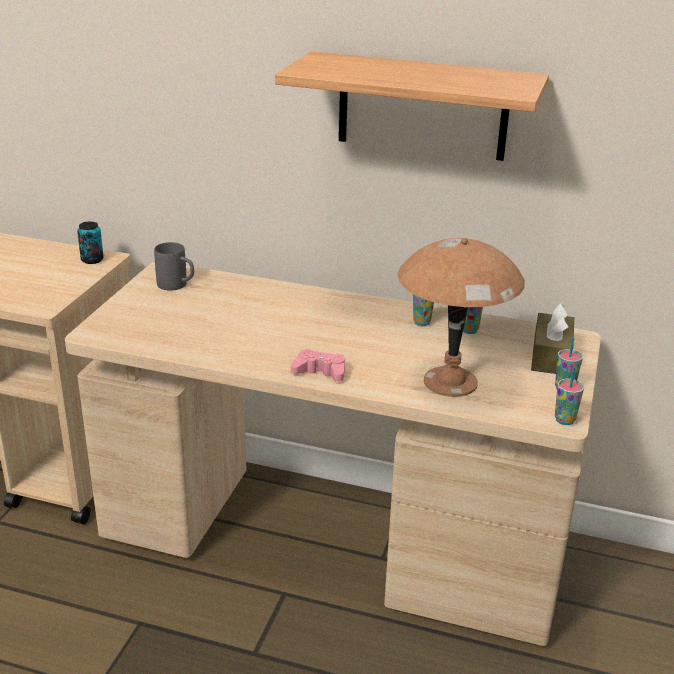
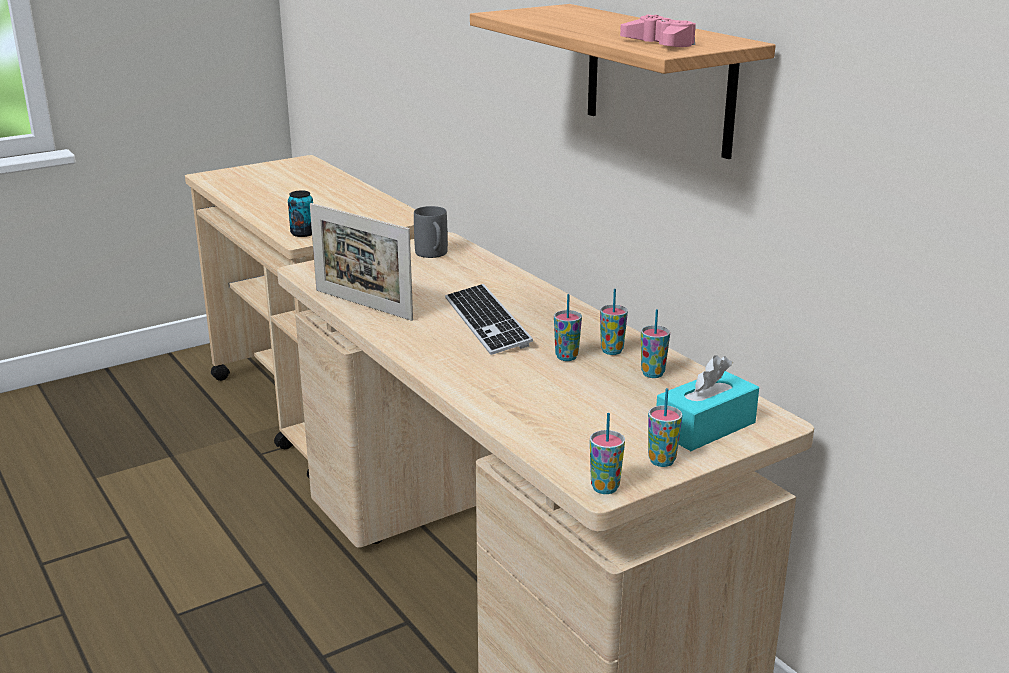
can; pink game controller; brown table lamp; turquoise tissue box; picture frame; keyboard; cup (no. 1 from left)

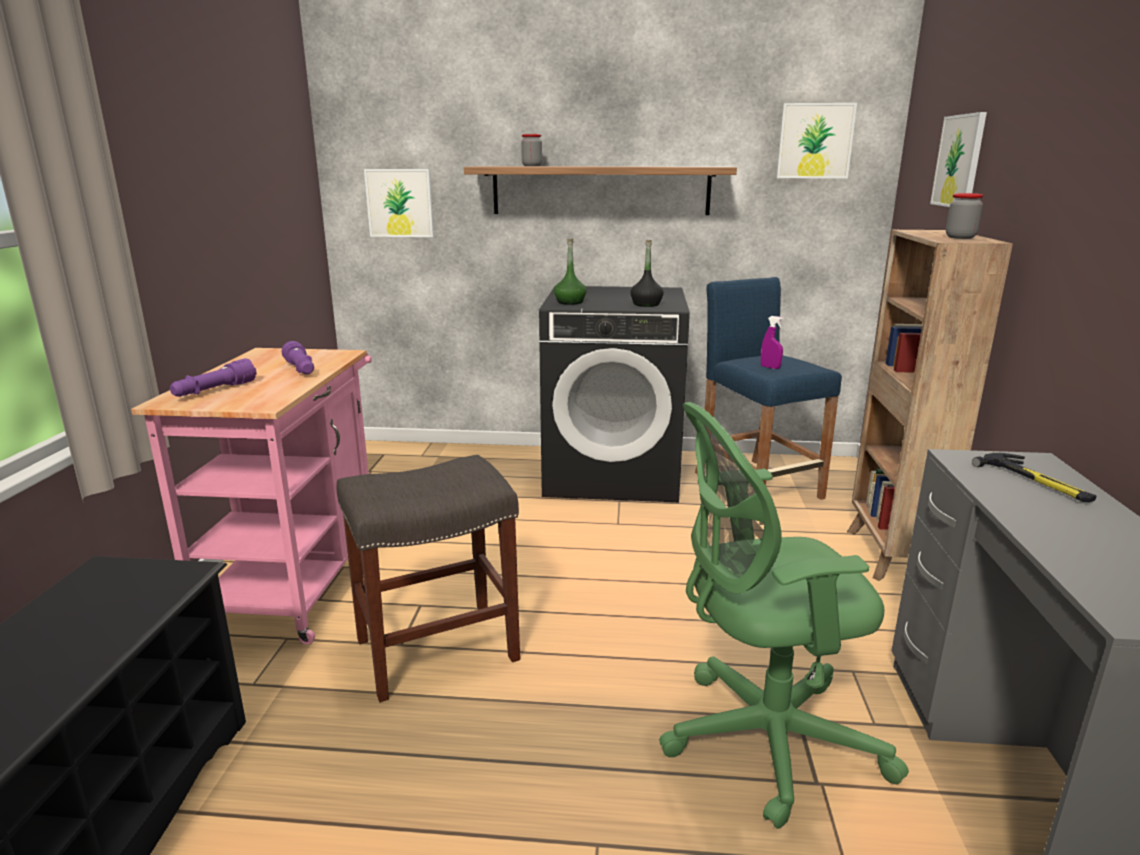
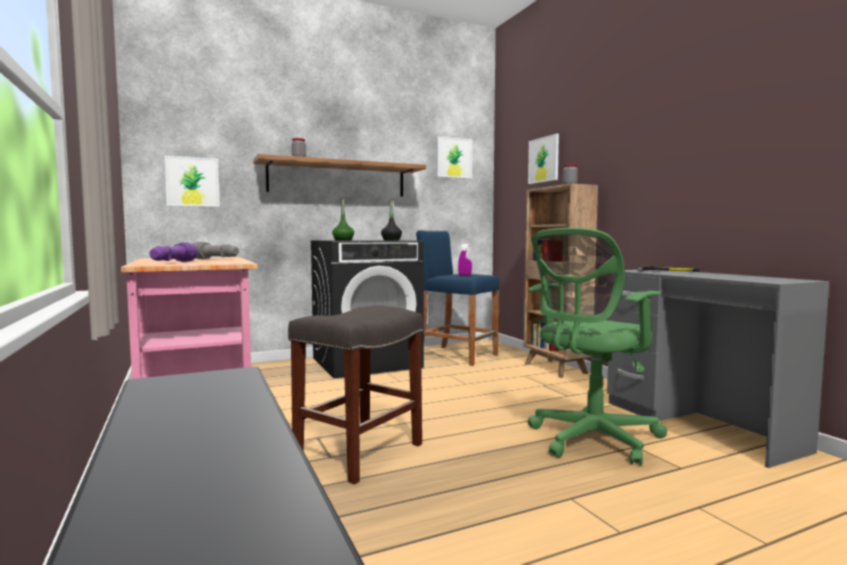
grey flashlight

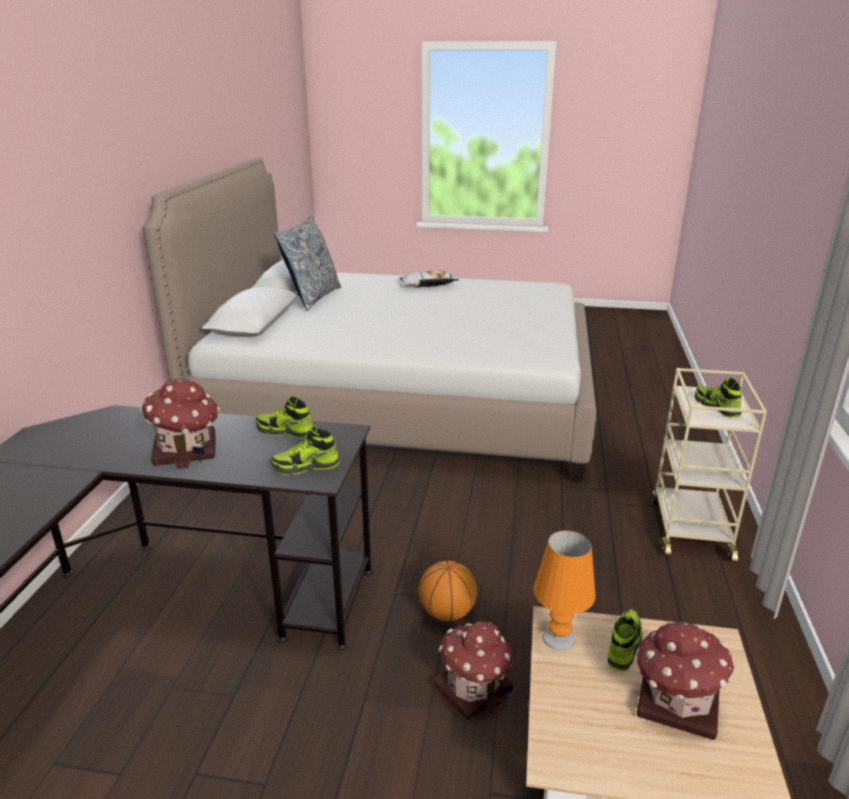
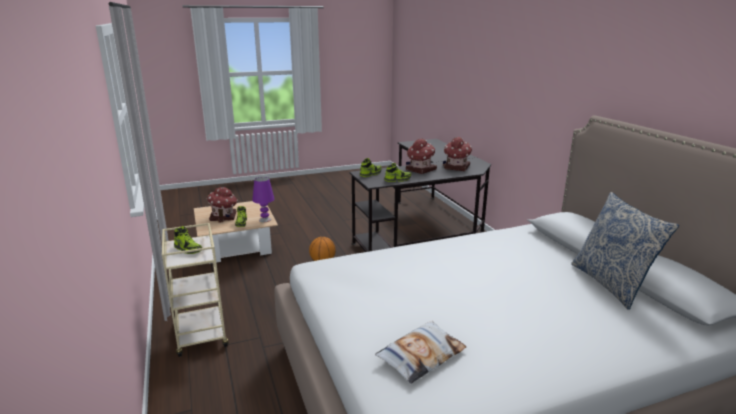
pillow (no. 1 from left); toy house (no. 3 from left); purple table lamp

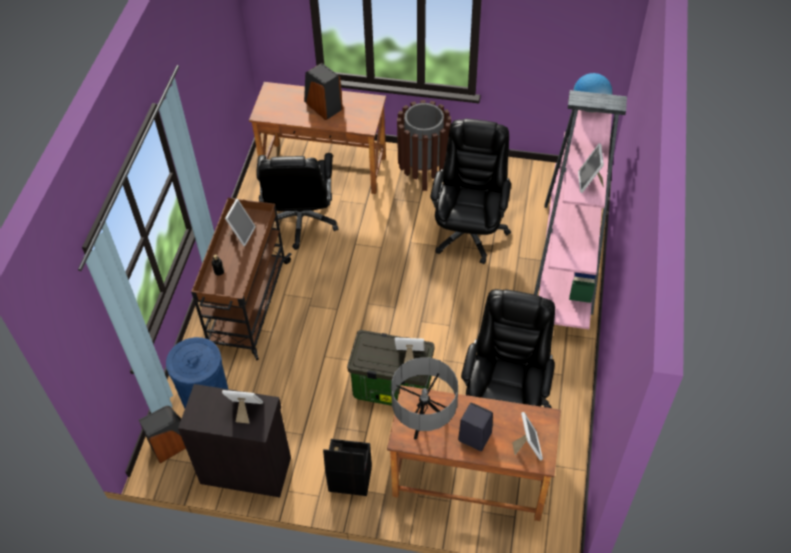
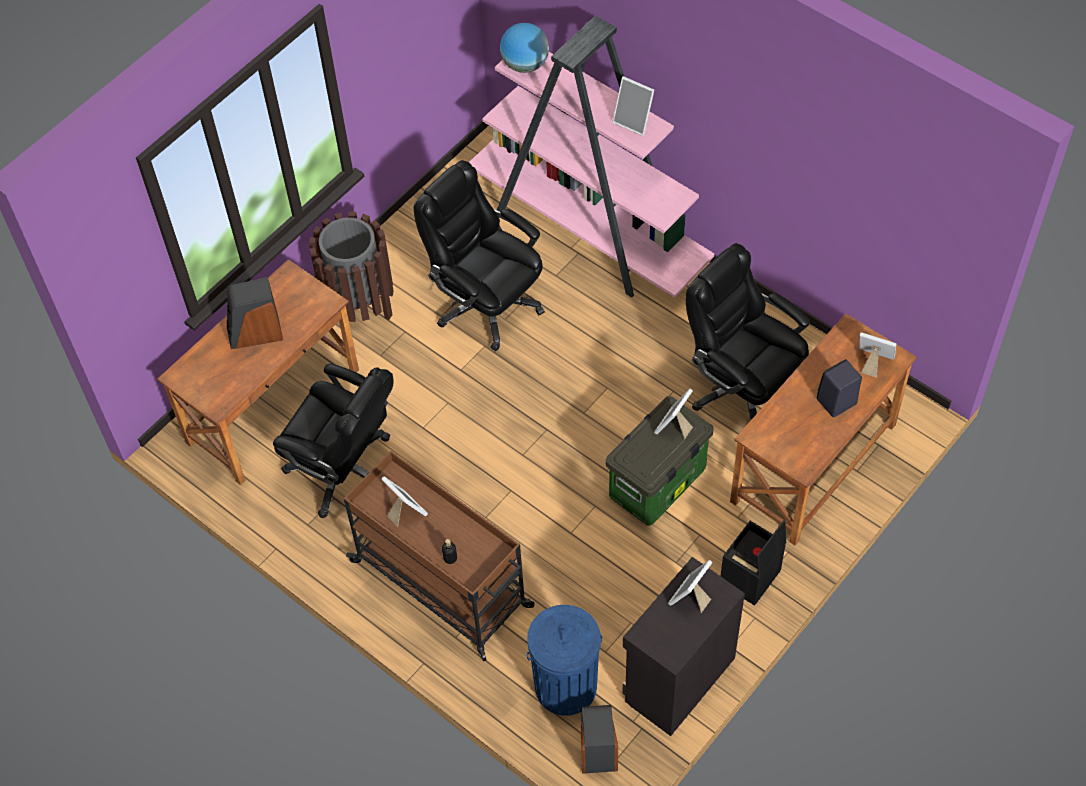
grey table lamp

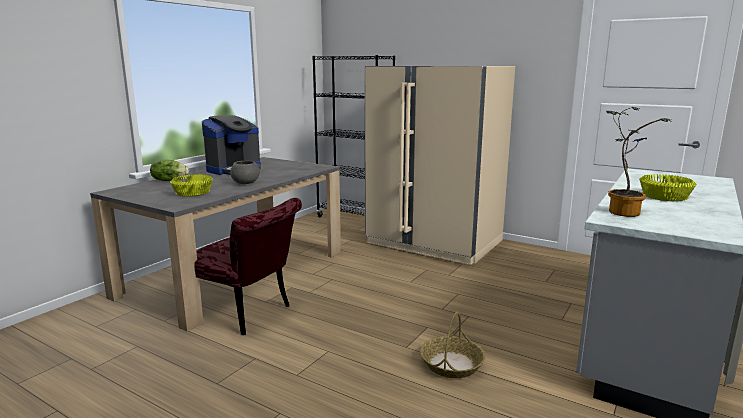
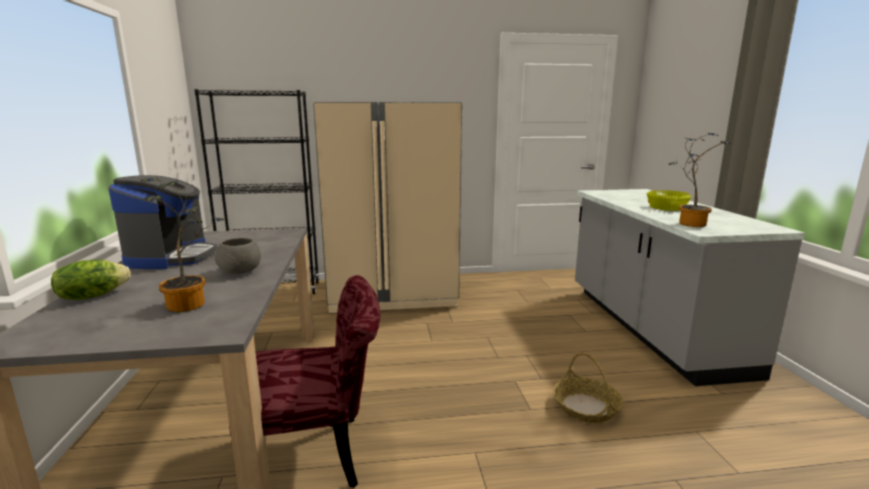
potted plant (no. 1 from left)

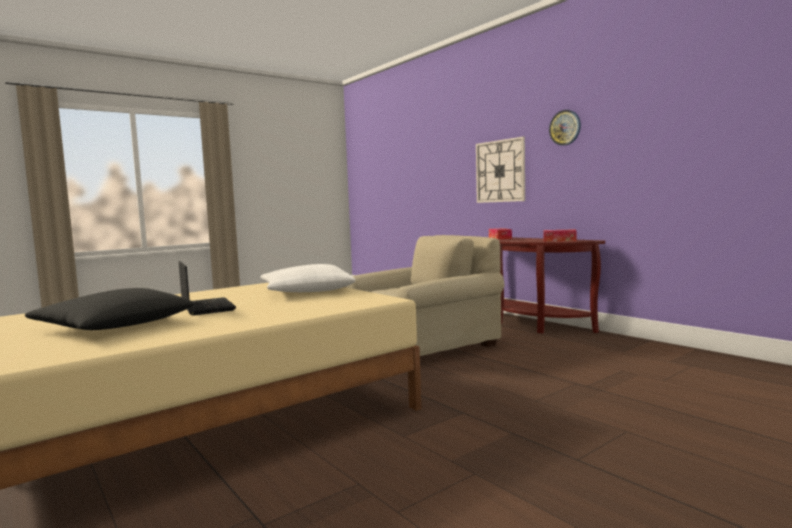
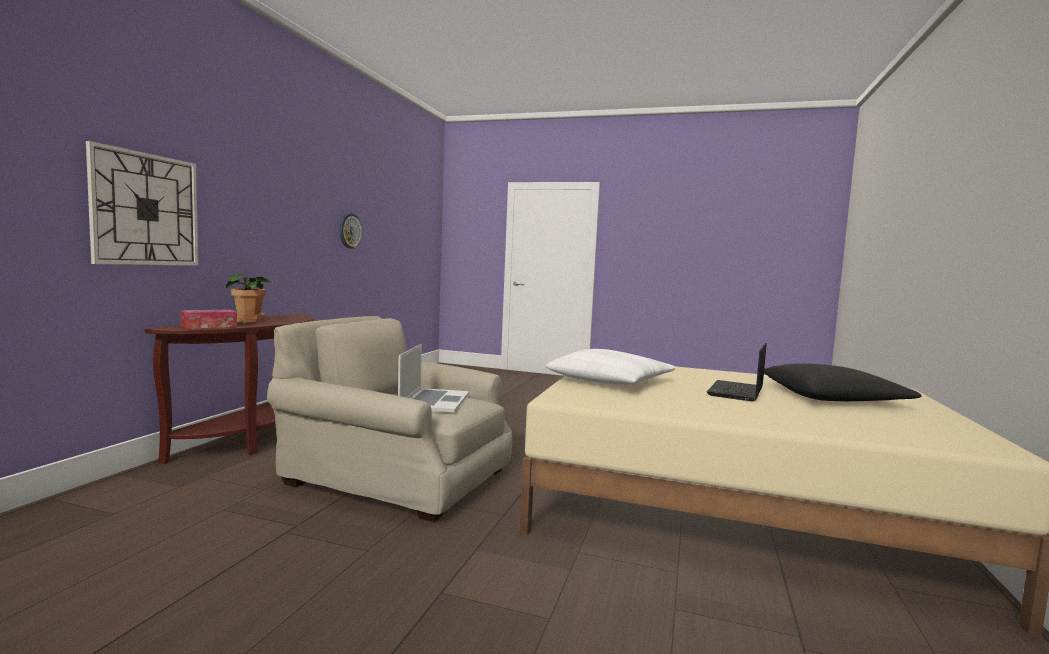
tissue box (no. 2 from left in the first image); wall clock (no. 2 from left); potted plant; laptop (no. 1 from left)

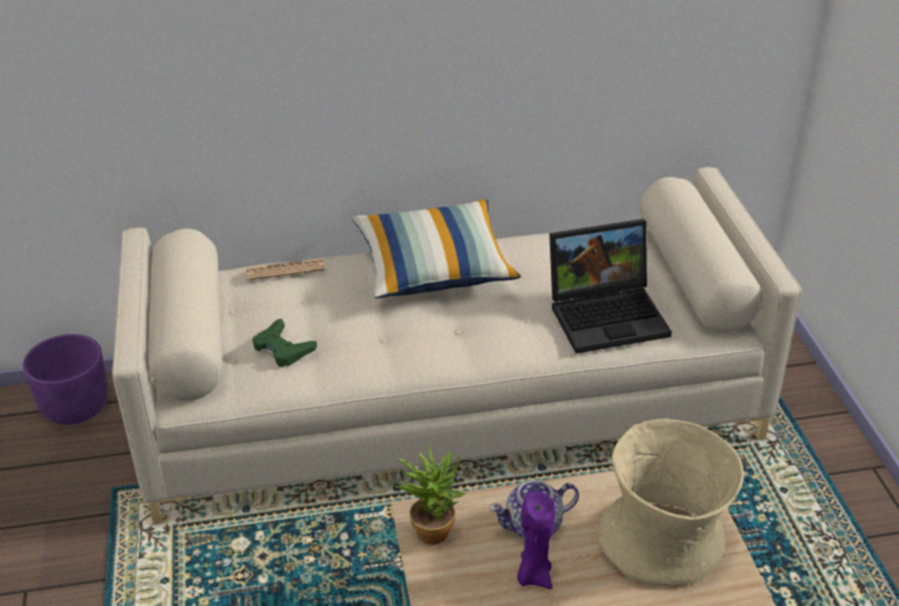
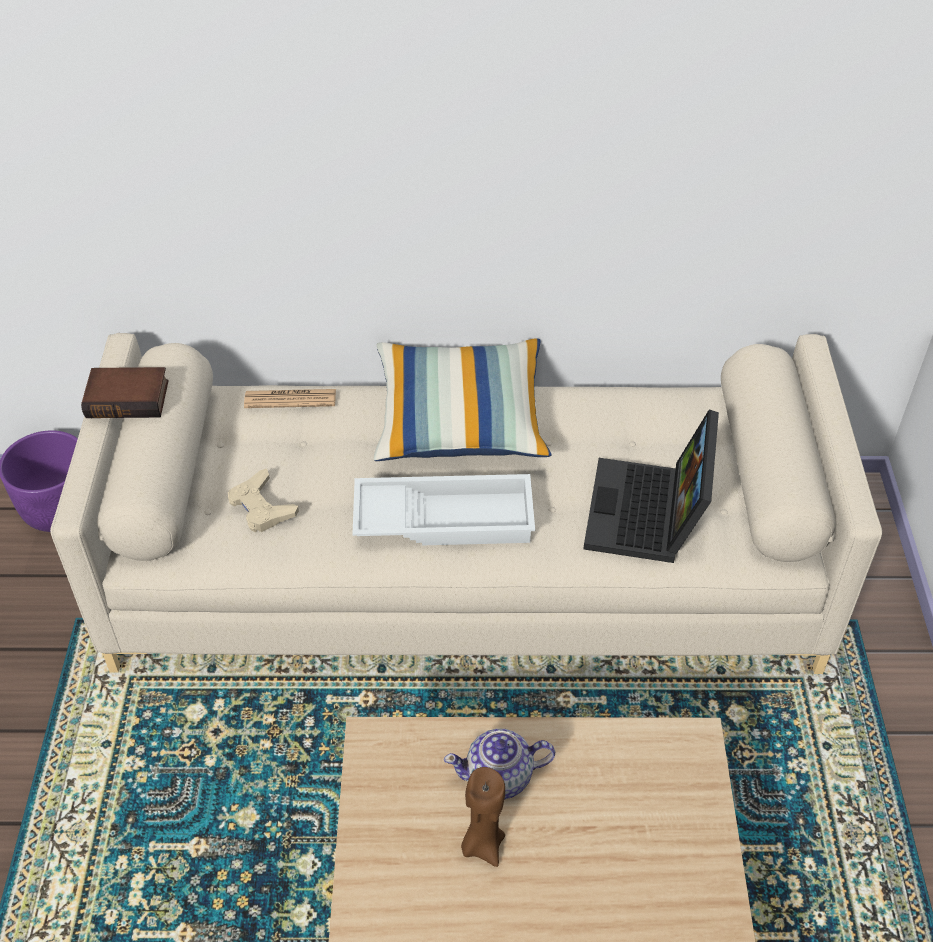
beige game controller; potted plant; brown candle; laptop; beige vase; book; white tray

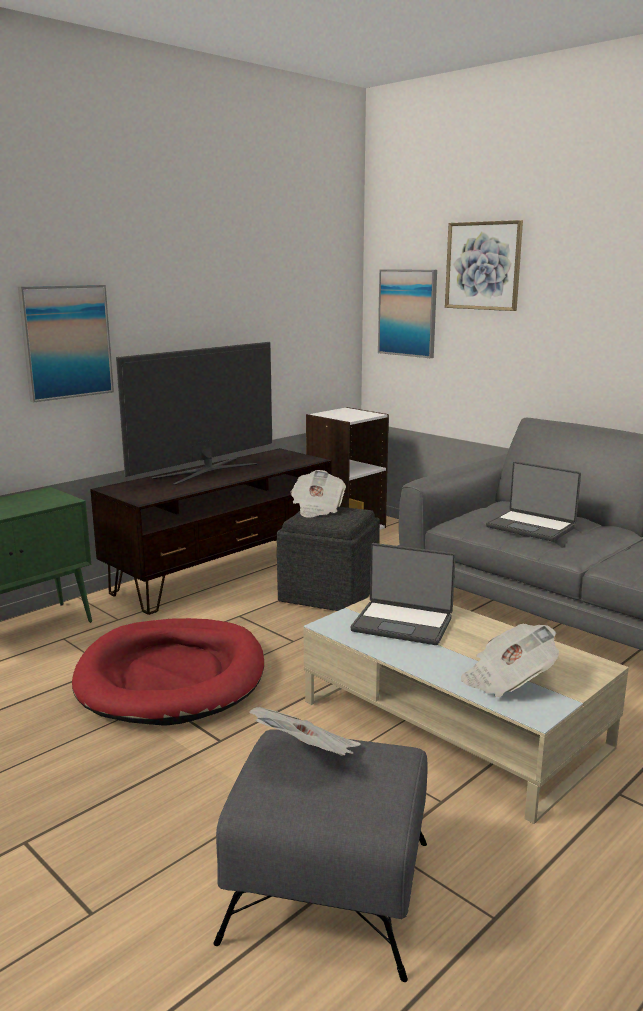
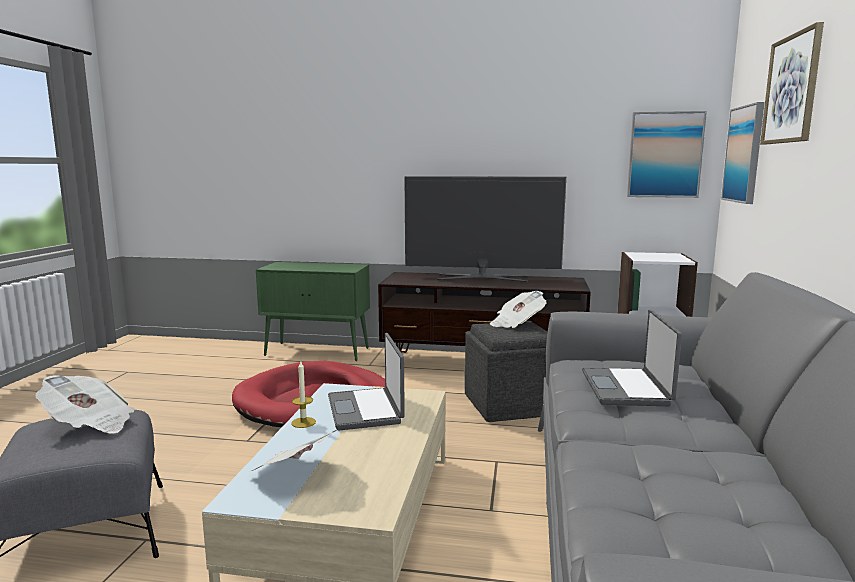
picture (no. 1 from left); candle

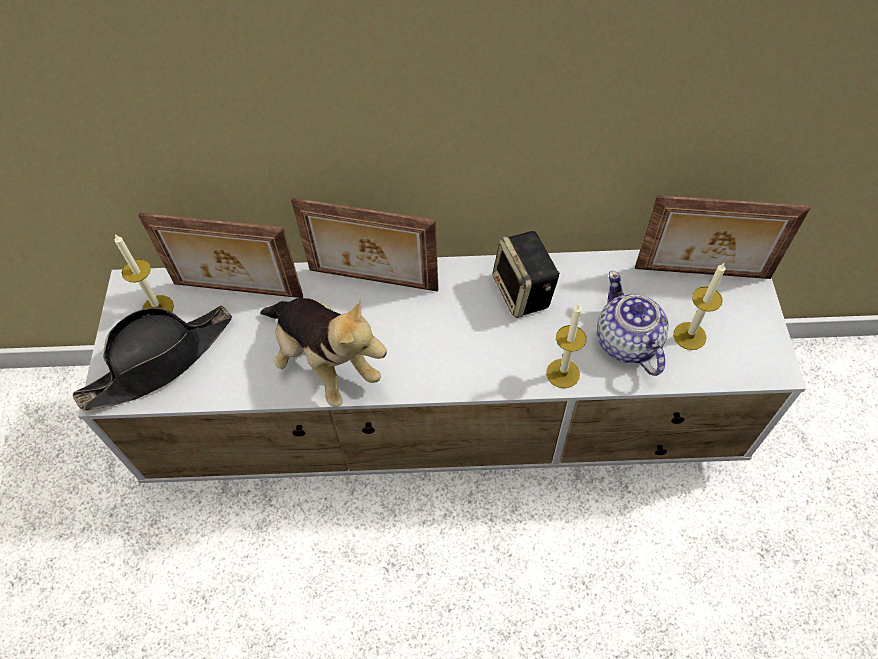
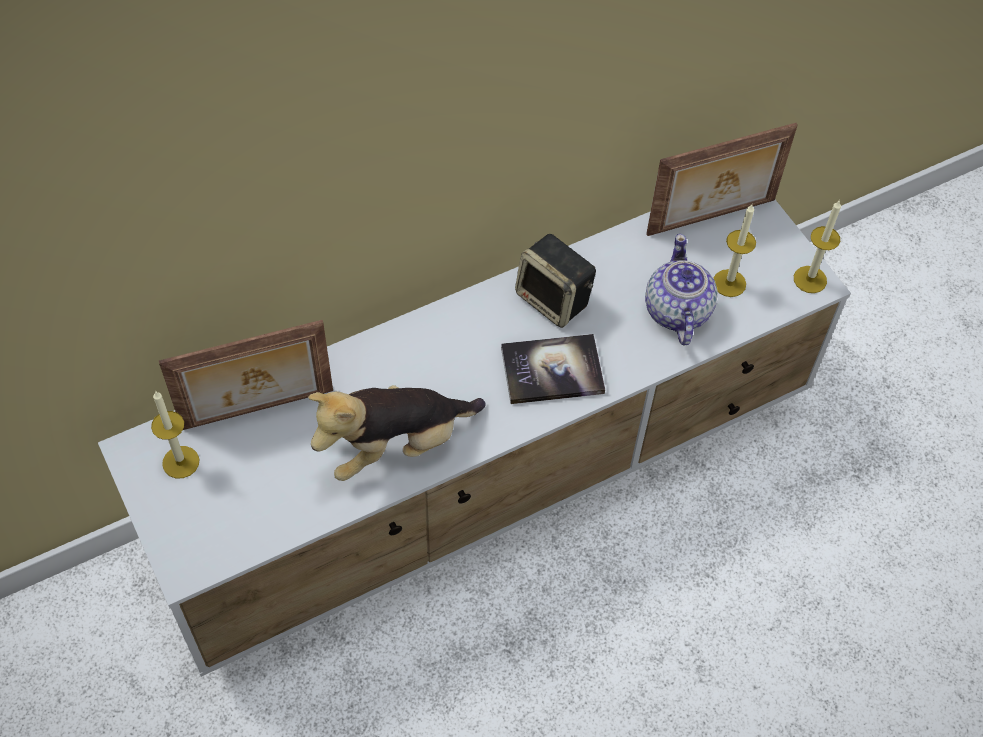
black hat; plush toy; picture frame (no. 2 from left in the first image); candle (no. 3 from left); teapot; book

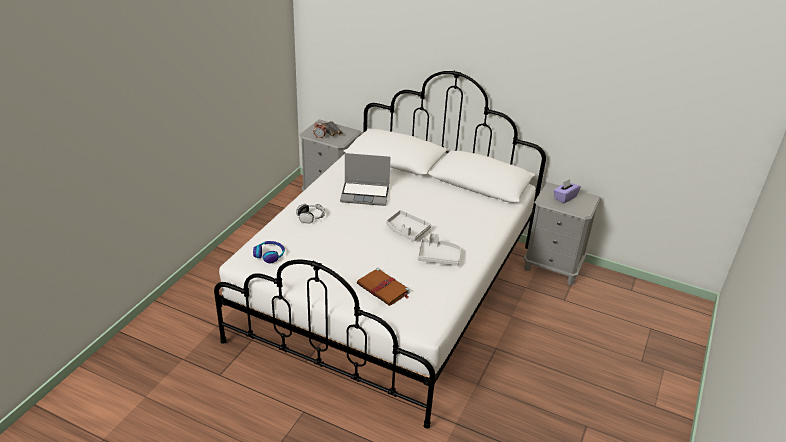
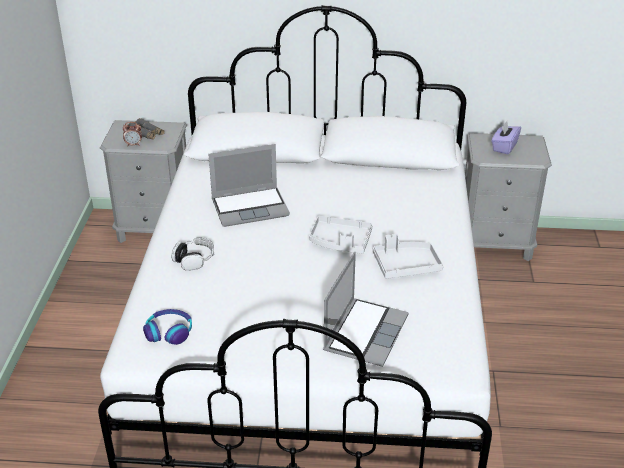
laptop (no. 2 from left)

